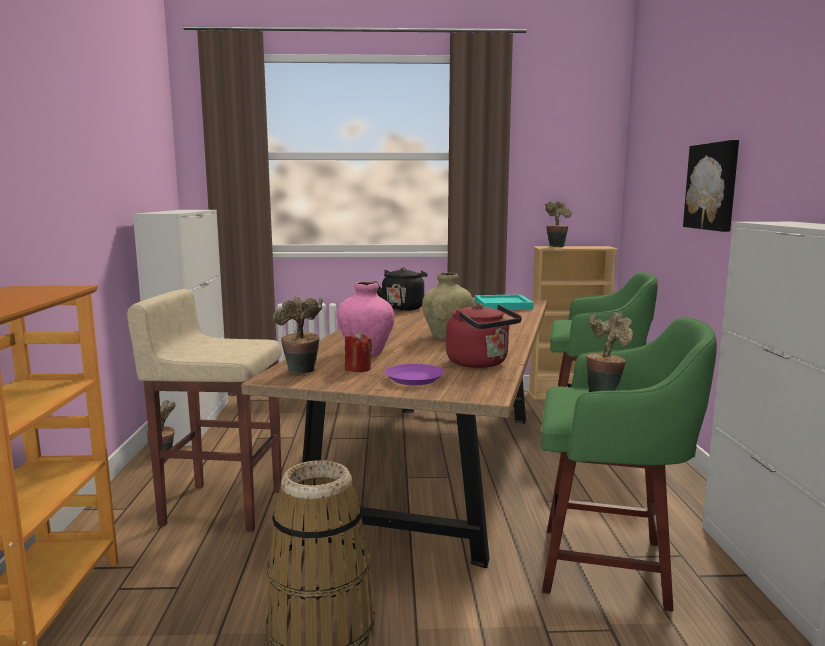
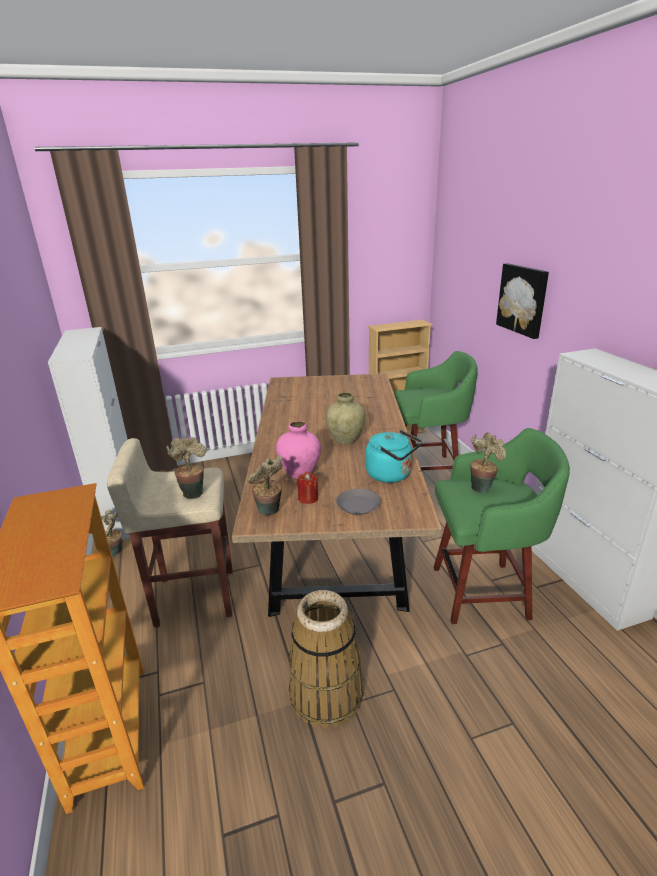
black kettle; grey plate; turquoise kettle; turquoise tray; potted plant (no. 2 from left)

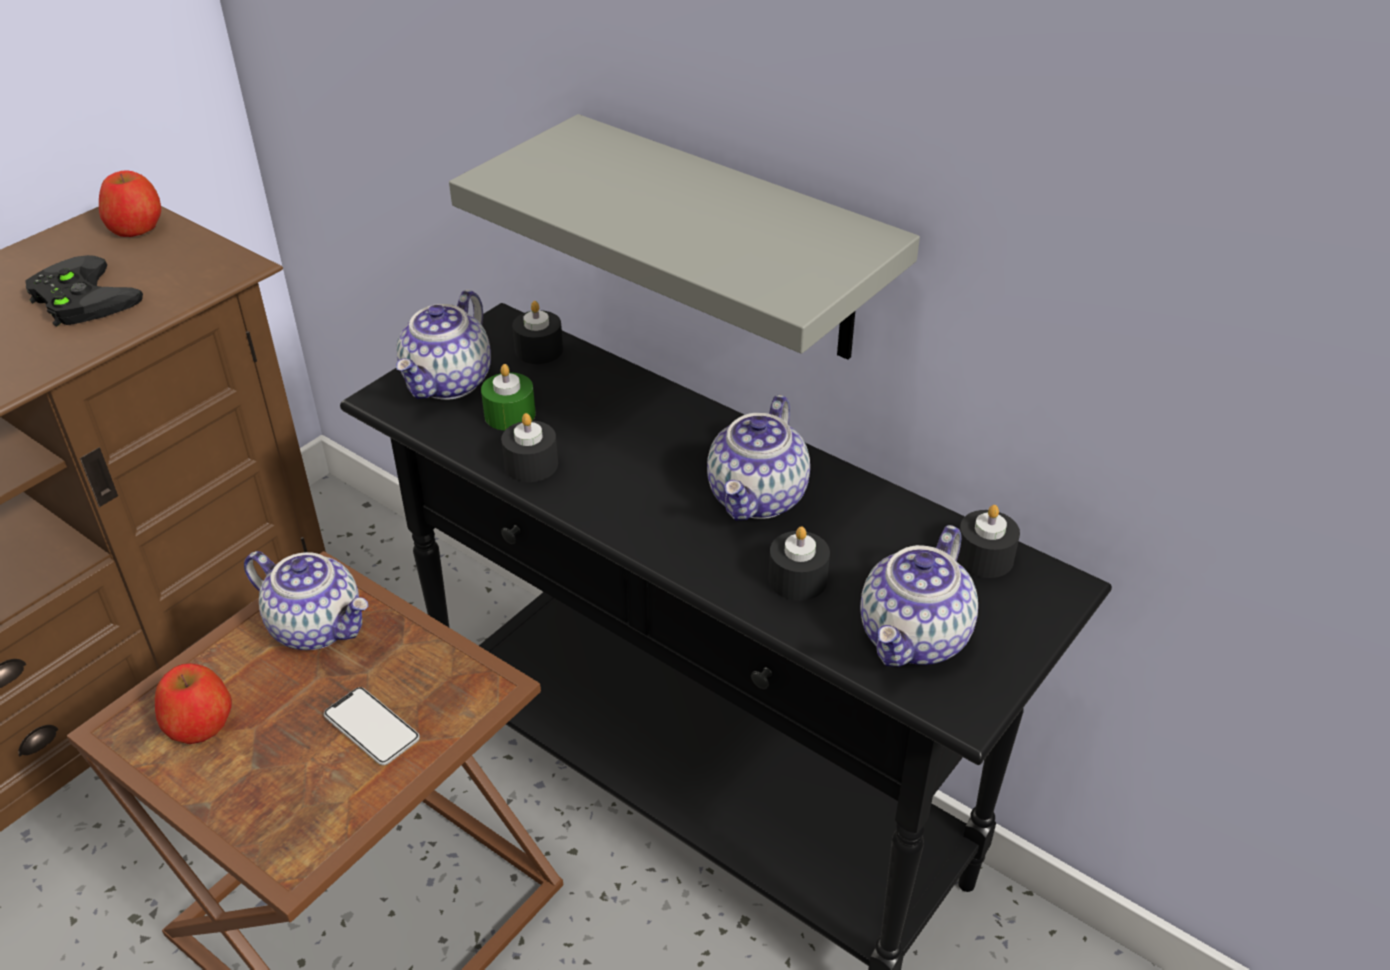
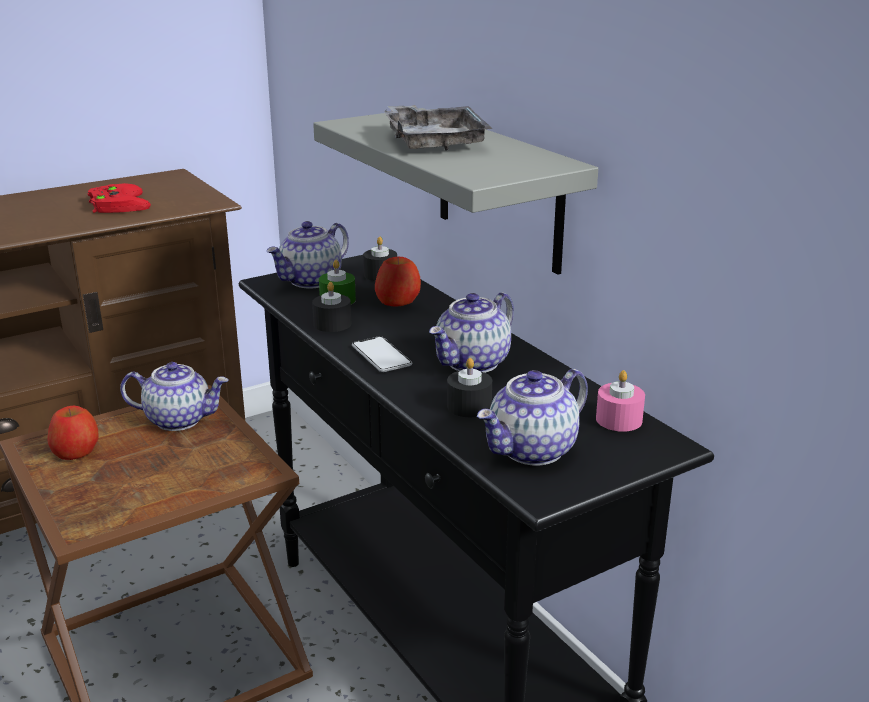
red game controller; apple (no. 2 from left); teapot (no. 1 from left); phone; pink candle; grey tray

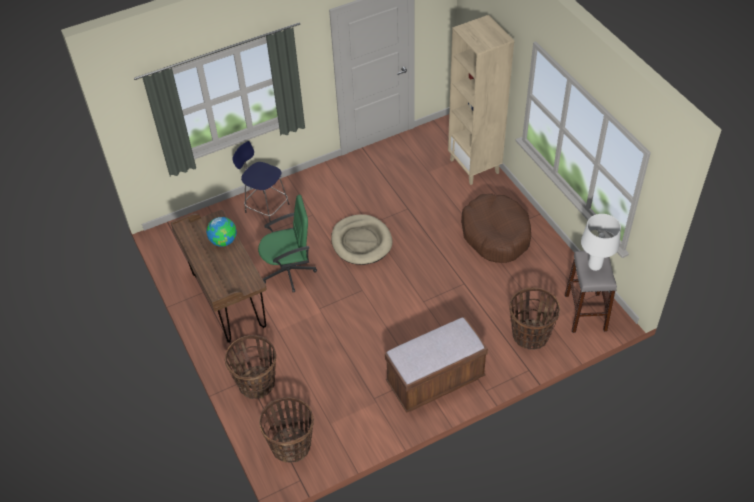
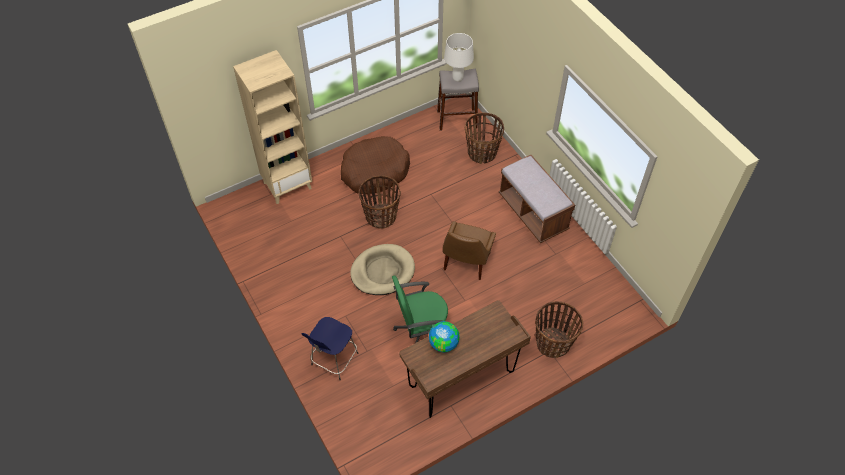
green office chair; basket (no. 1 from left); brown chair

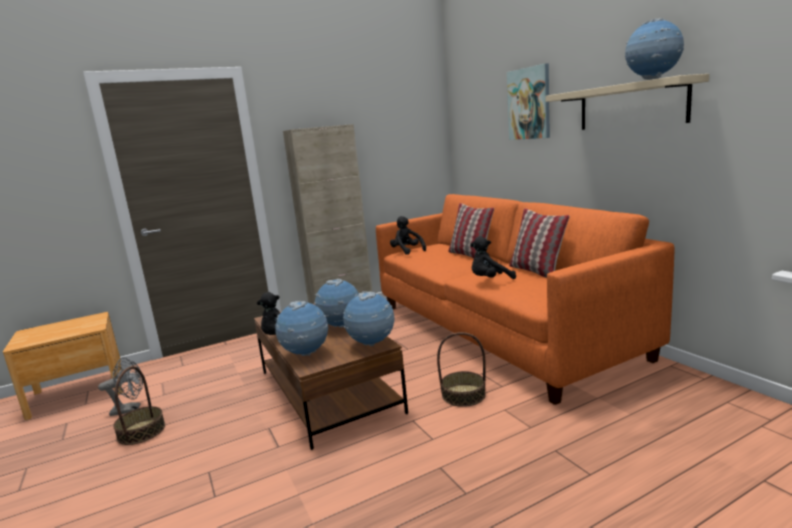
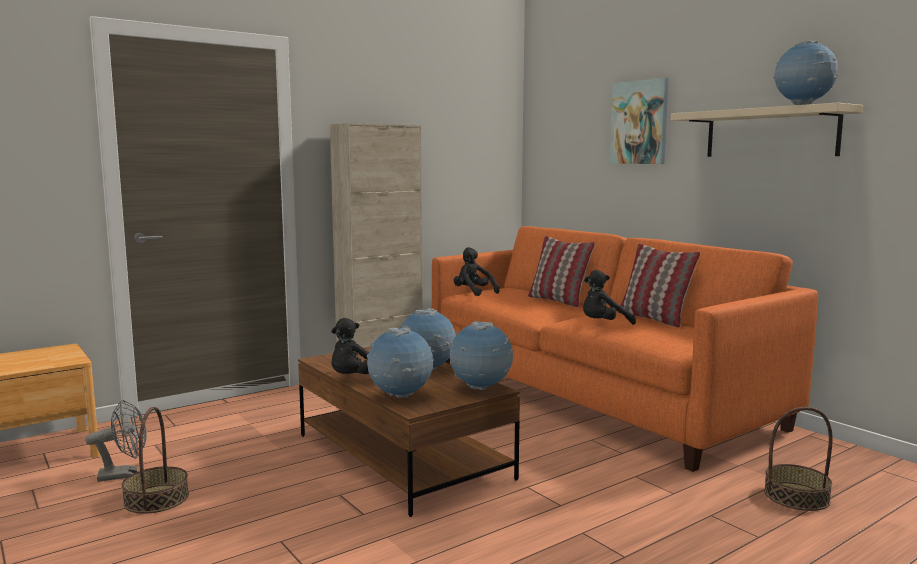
basket (no. 2 from left)

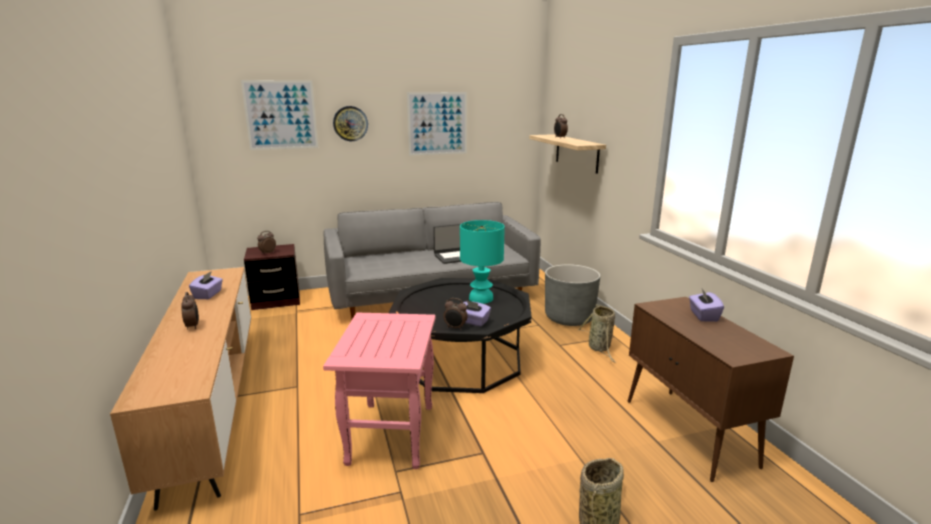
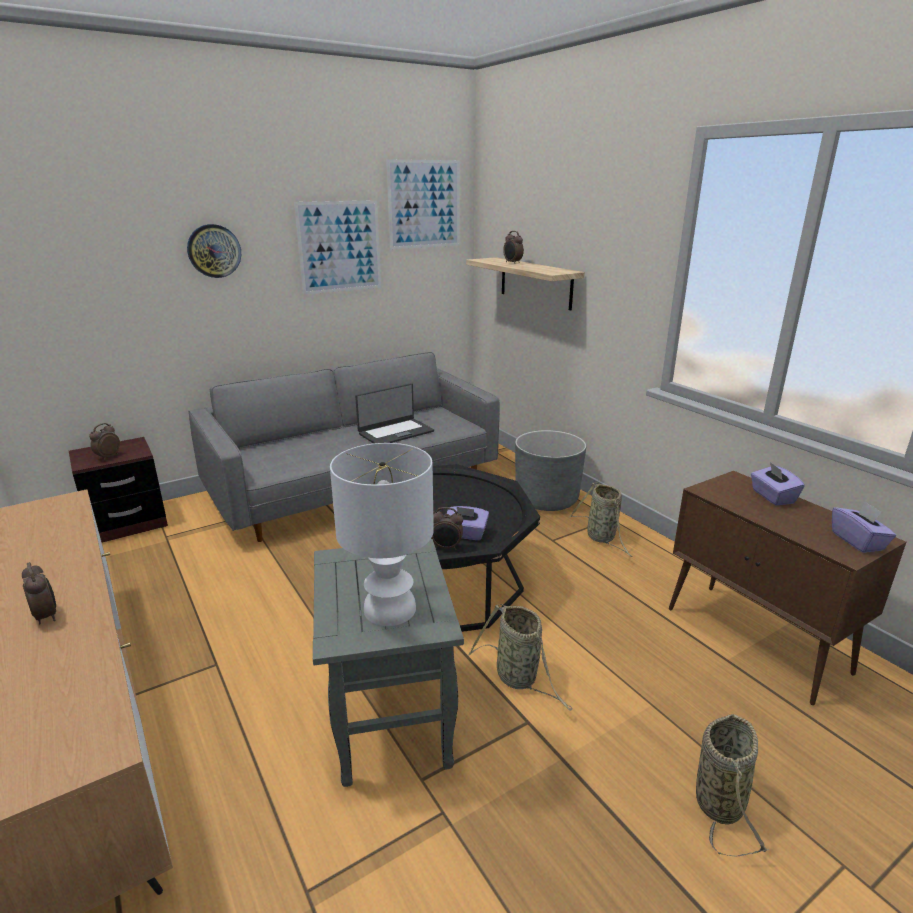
purple tissue box (no. 3 from left); picture (no. 2 from left); grey side table; turquoise table lamp; white table lamp; basket (no. 1 from left)

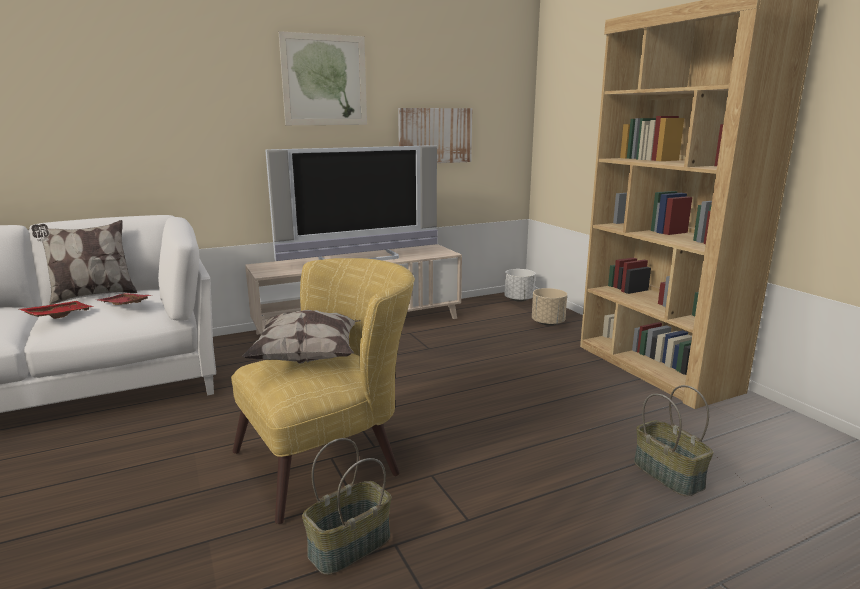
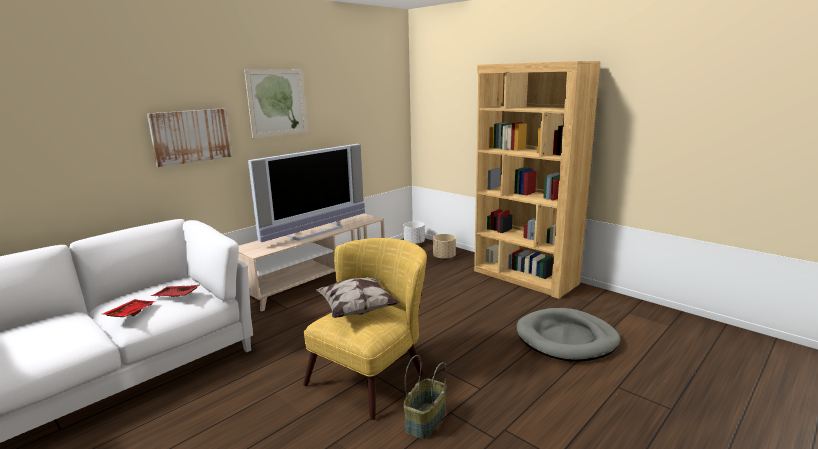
pillow (no. 1 from left in the first image); picture (no. 1 from left); grey dog bed

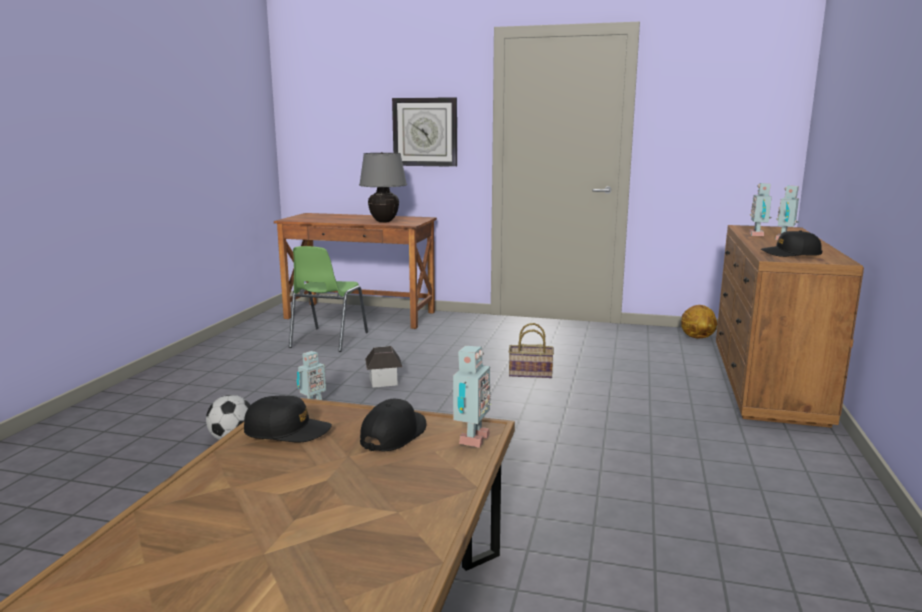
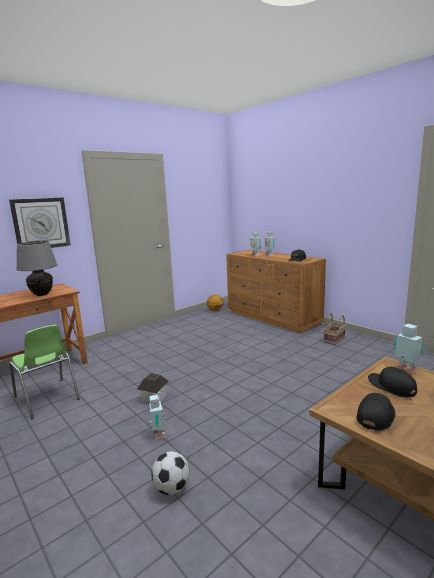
basket

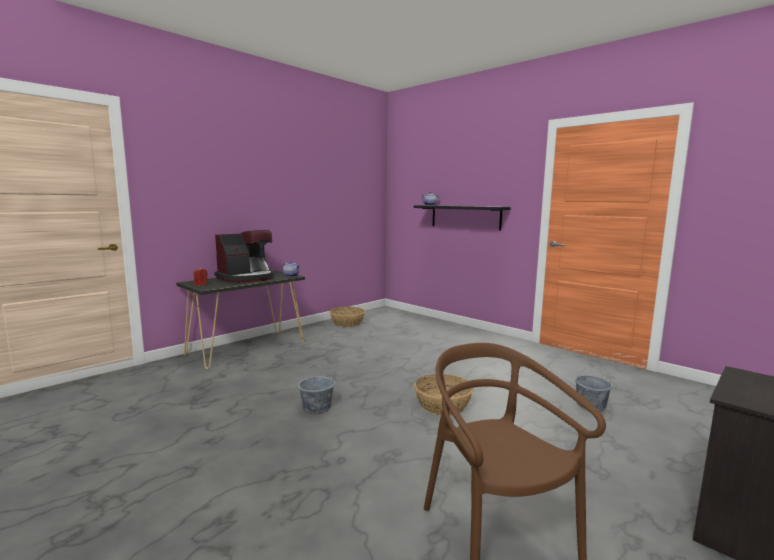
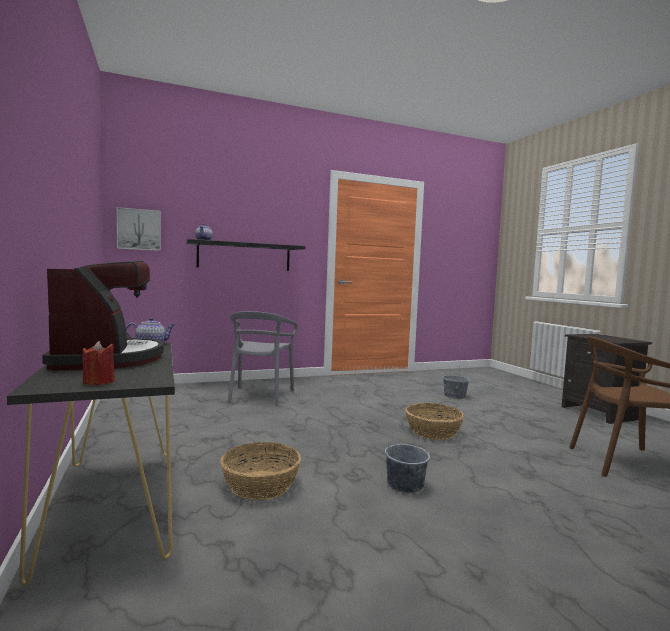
basket (no. 1 from left); picture; grey chair

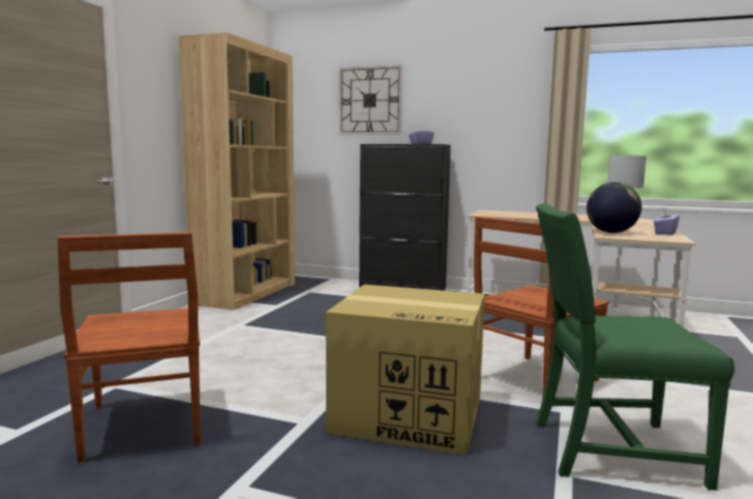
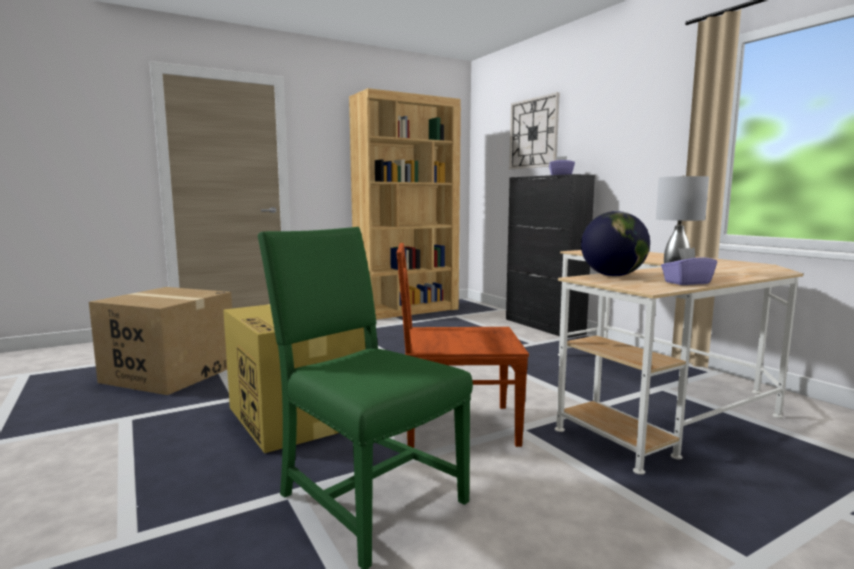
cardboard box (no. 1 from left)

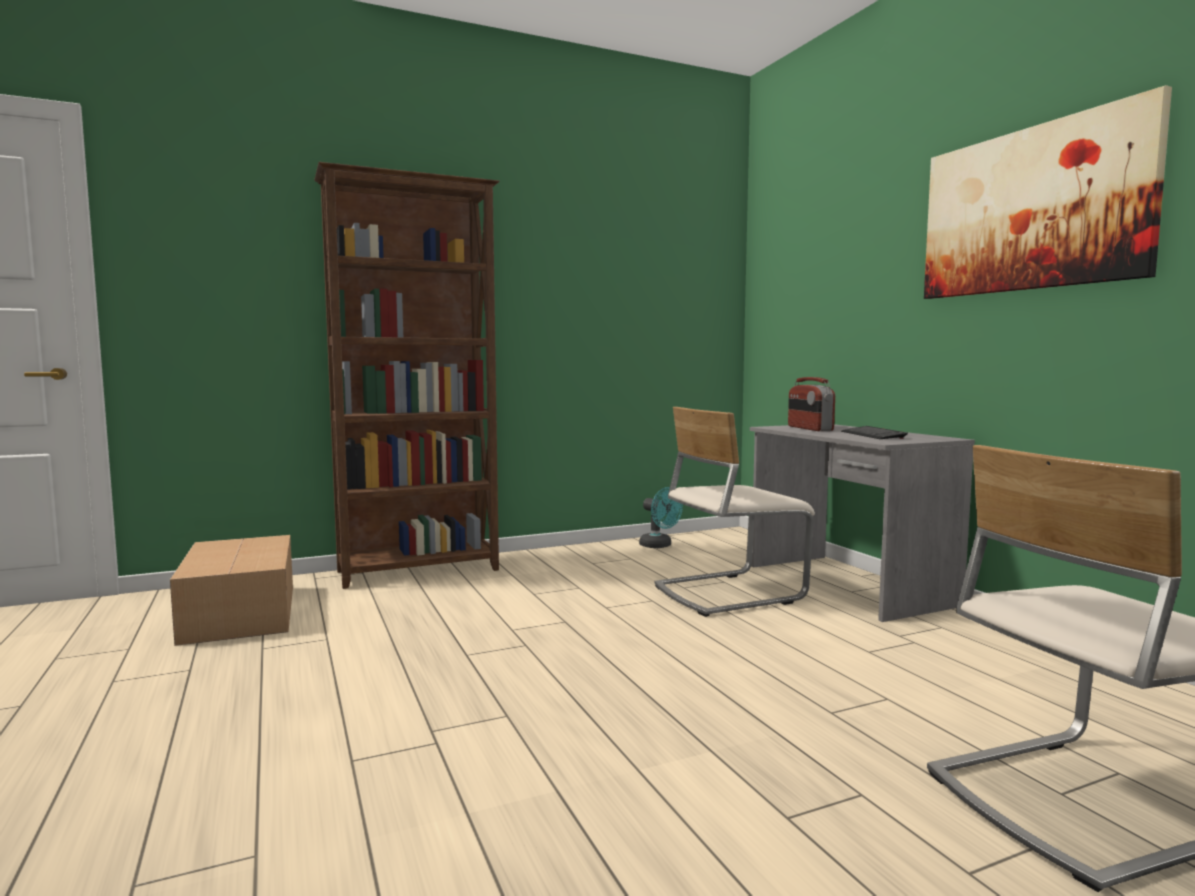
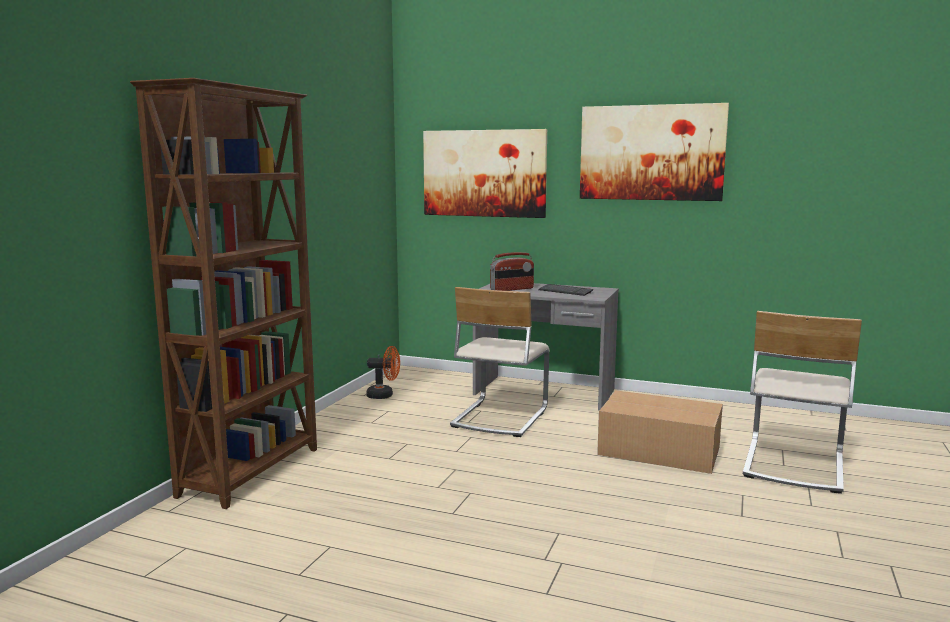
cardboard box; orange fan; radio; picture (no. 1 from left)

